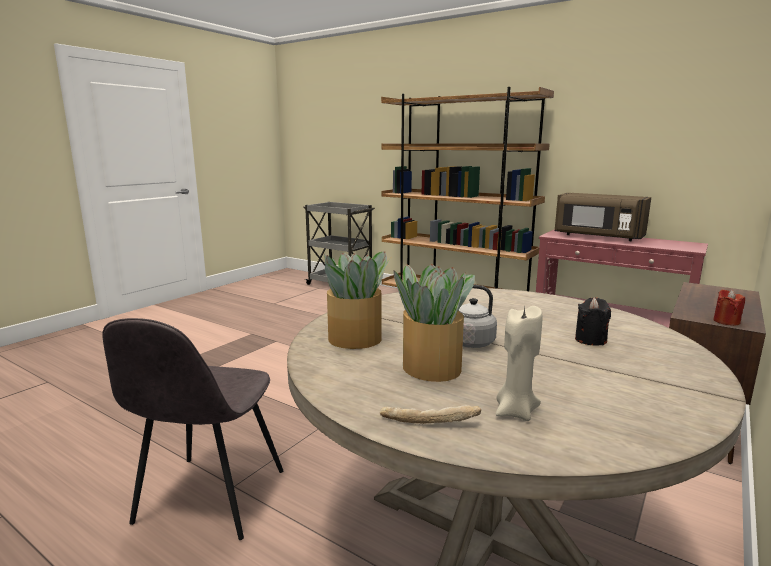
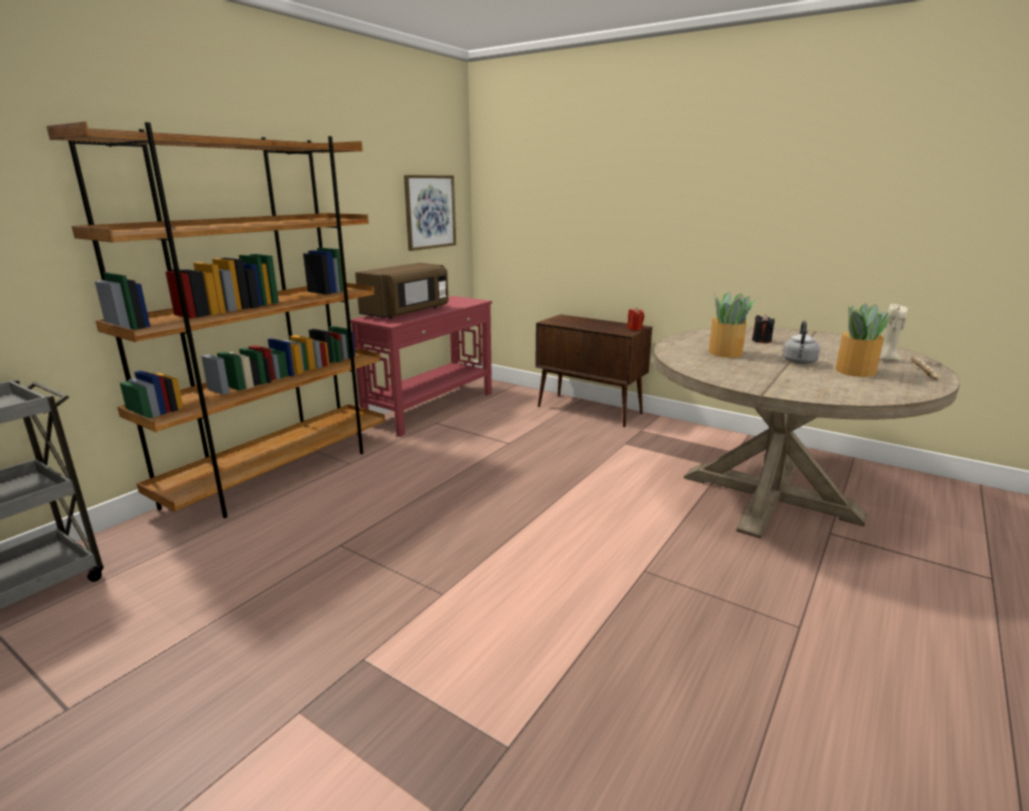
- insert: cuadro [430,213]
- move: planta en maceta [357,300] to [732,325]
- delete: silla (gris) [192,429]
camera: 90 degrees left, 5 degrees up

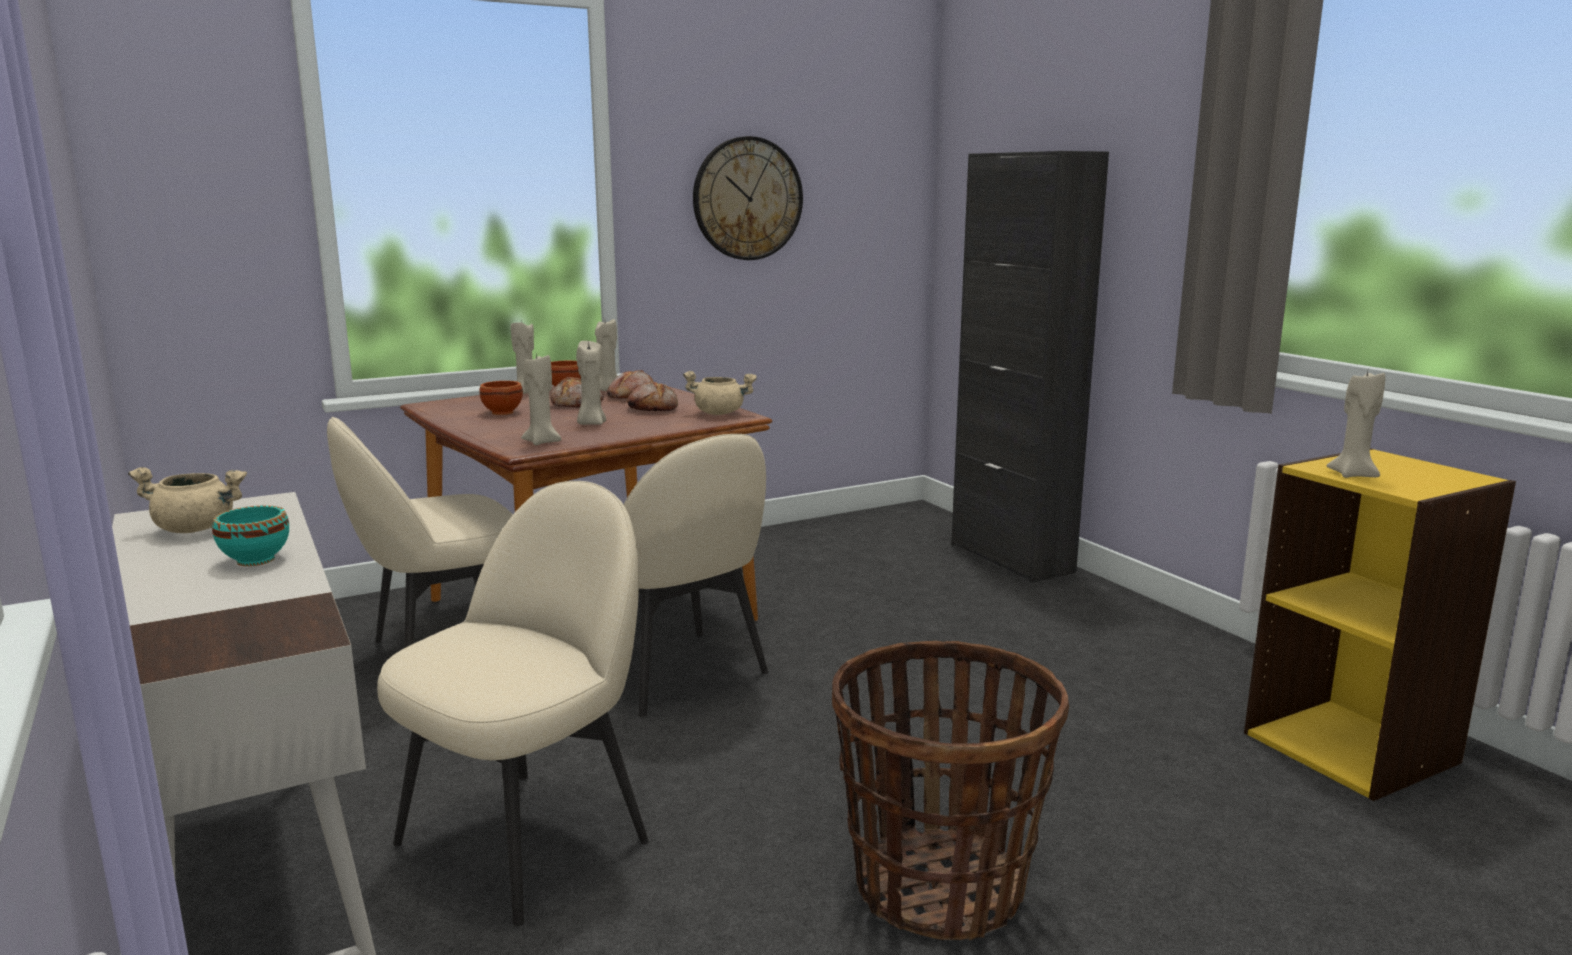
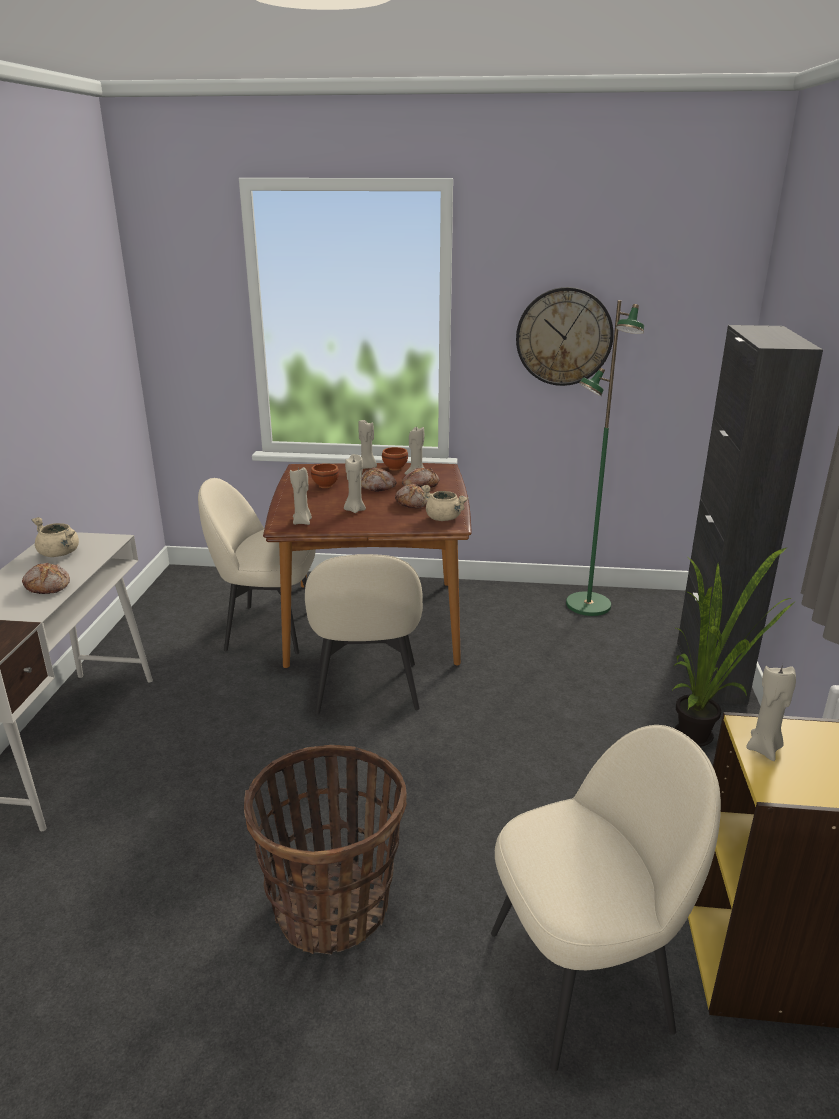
- replace: cuenco (turquesa) [250,536] to pan [46,578]
- move: silla (beis) [513,703] to [606,898]
- insert: lámpara de pie (verde) [605,458]
- insert: planta en maceta [733,647]
camera: 35 degrees right, 10 degrees up

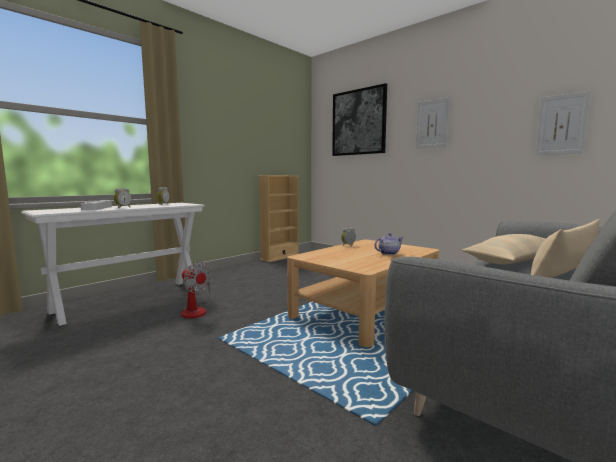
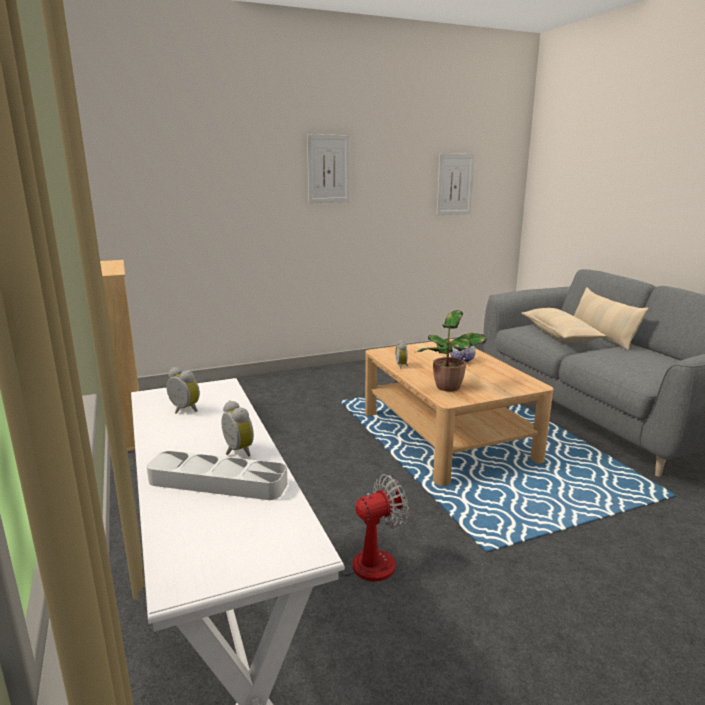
- insert: planta en maceta [451,350]
- delete: cuadro [359,119]
camera: 65 degrees left, 10 degrees up

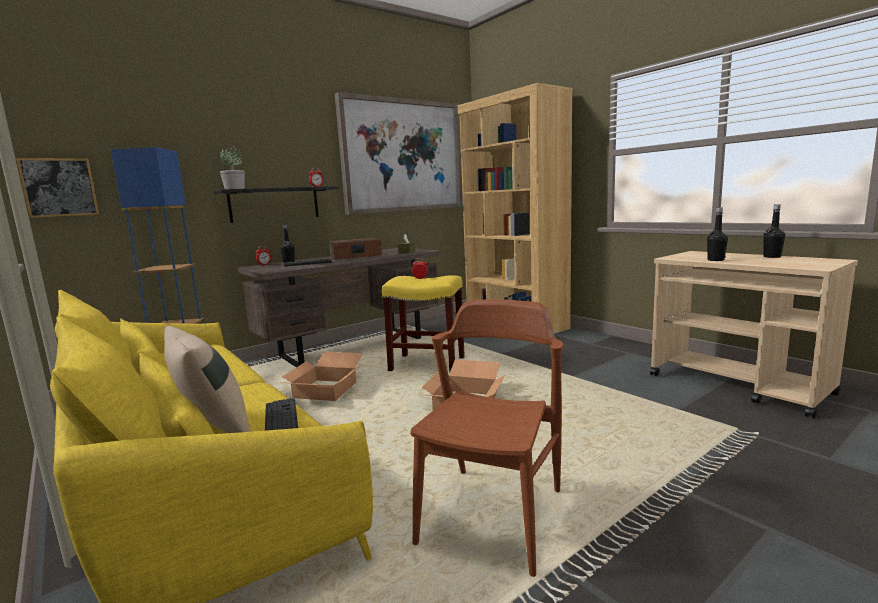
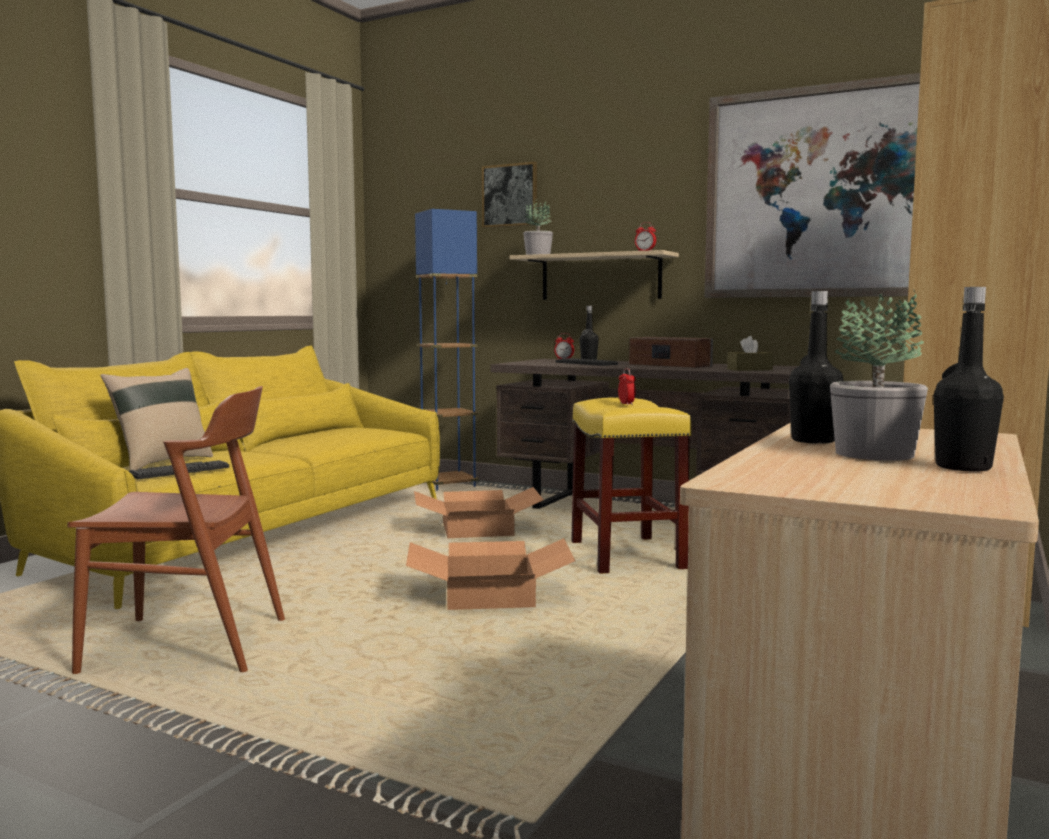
- move: cuadro [57,188] to [509,195]
- recolor: estante (negro) [275,204] to estante (beis) [594,275]
- insert: planta en maceta [879,375]
camera: 65 degrees right, 5 degrees down

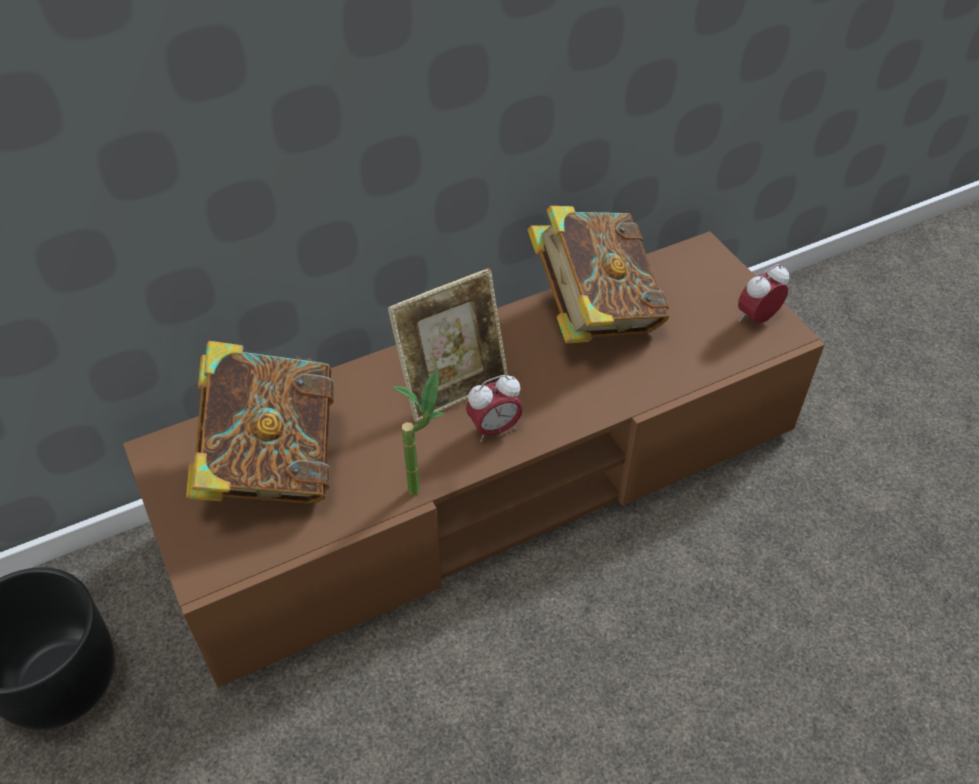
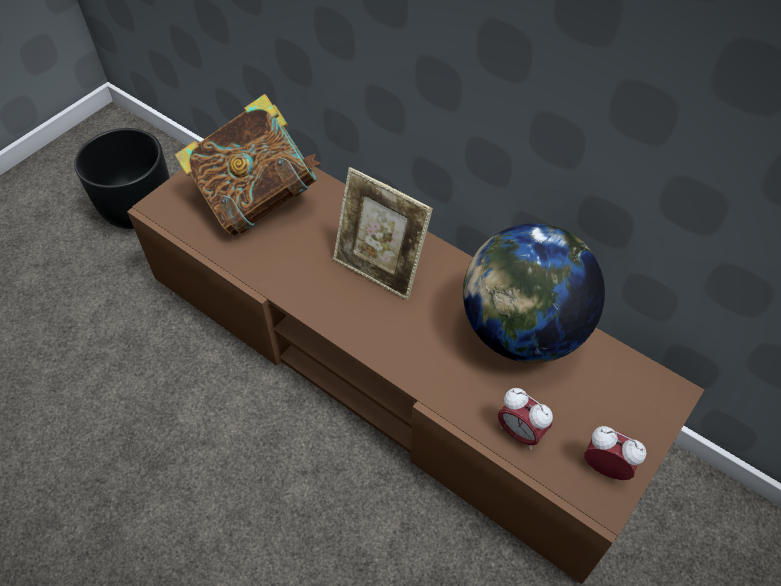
- replace: libro [598,274] to globo terráqueo [534,293]
- move: despertador [494,408] to [525,419]
- delete: planta en maceta [418,432]
camera: 65 degrees right, 5 degrees up

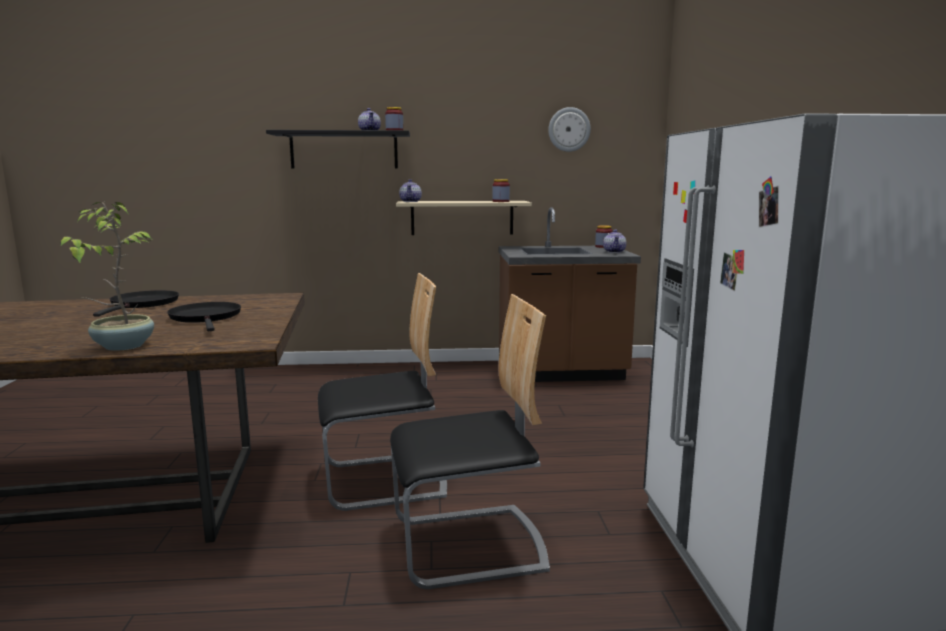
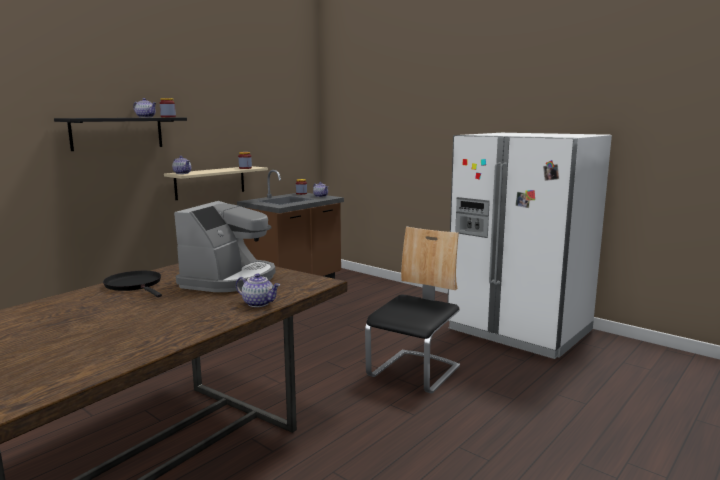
- replace: sartén (negro) [204,316] to cafetera [224,246]
- replace: planta en maceta [107,276] to tetera [258,290]
- delete: silla [382,392]
- delete: reloj de pared [569,129]
camera: 45 degrees left, 0 degrees up

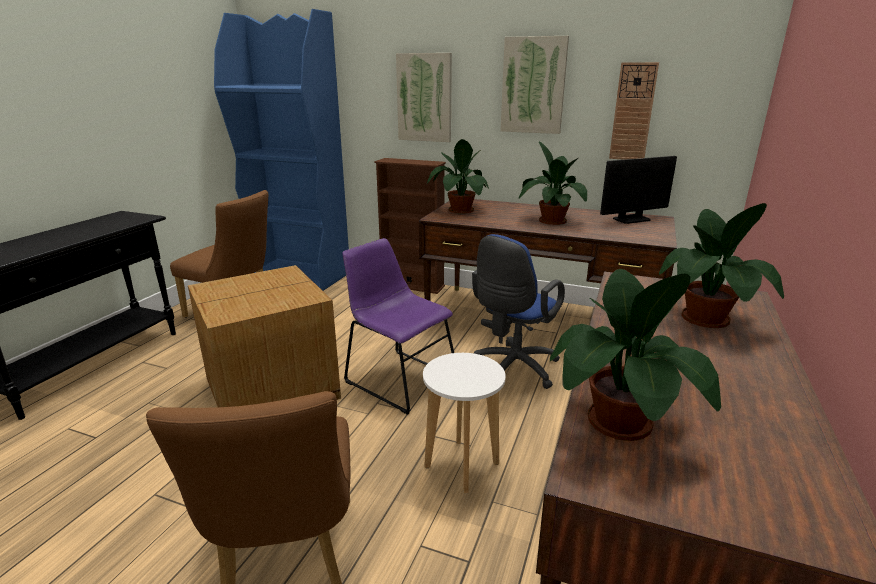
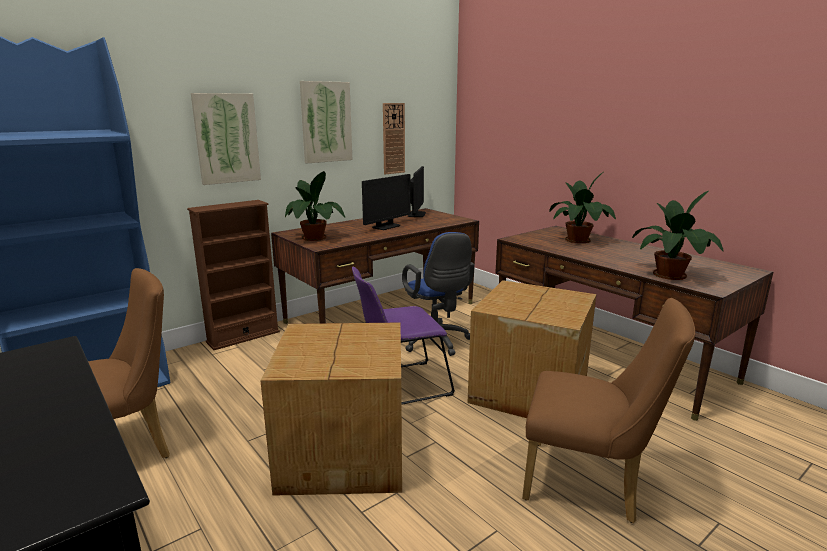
- replace: planta en maceta [553,183] to monitor [386,202]
- replace: taburete (blanco) [464,423] to caja de cartón [532,349]
camera: 60 degrees left, 5 degrees down

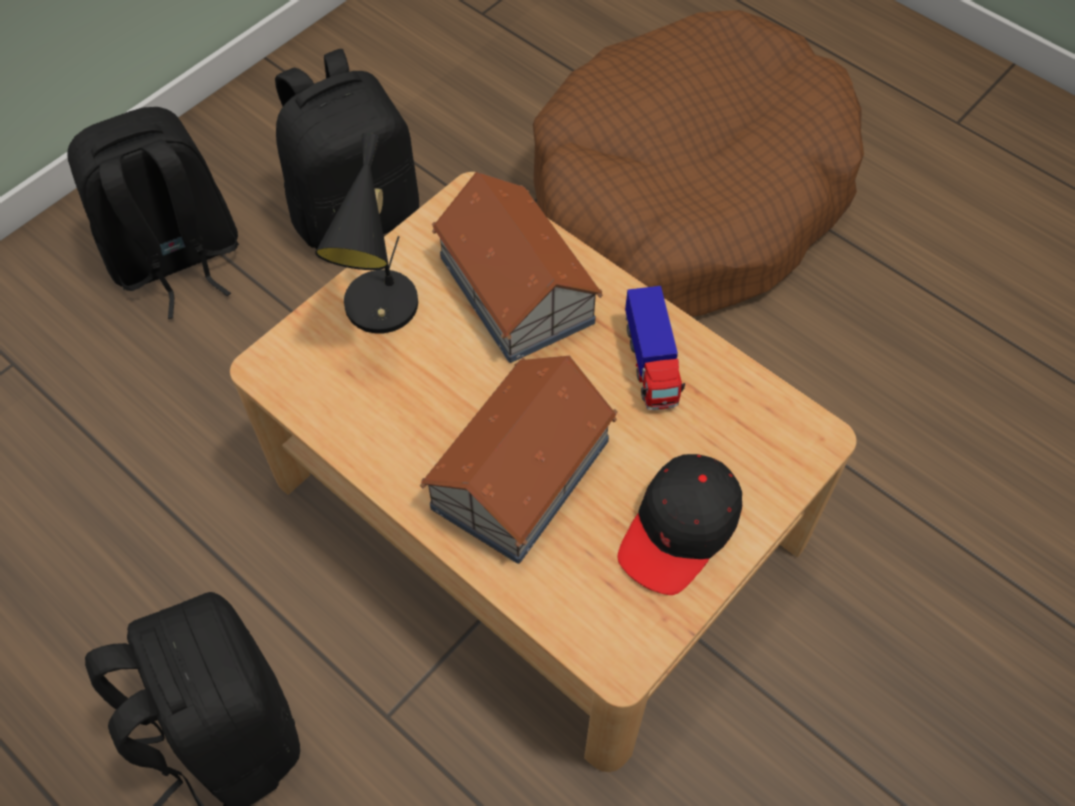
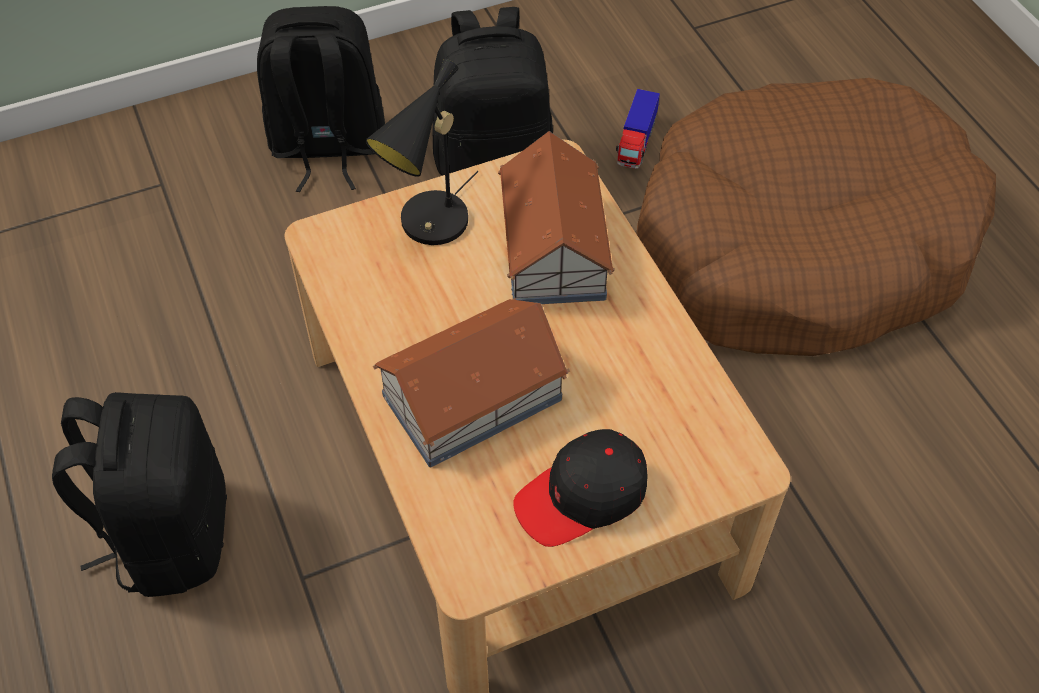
- move: camión de juguete [655,348] to [638,129]
camera: 25 degrees right, 5 degrees down

